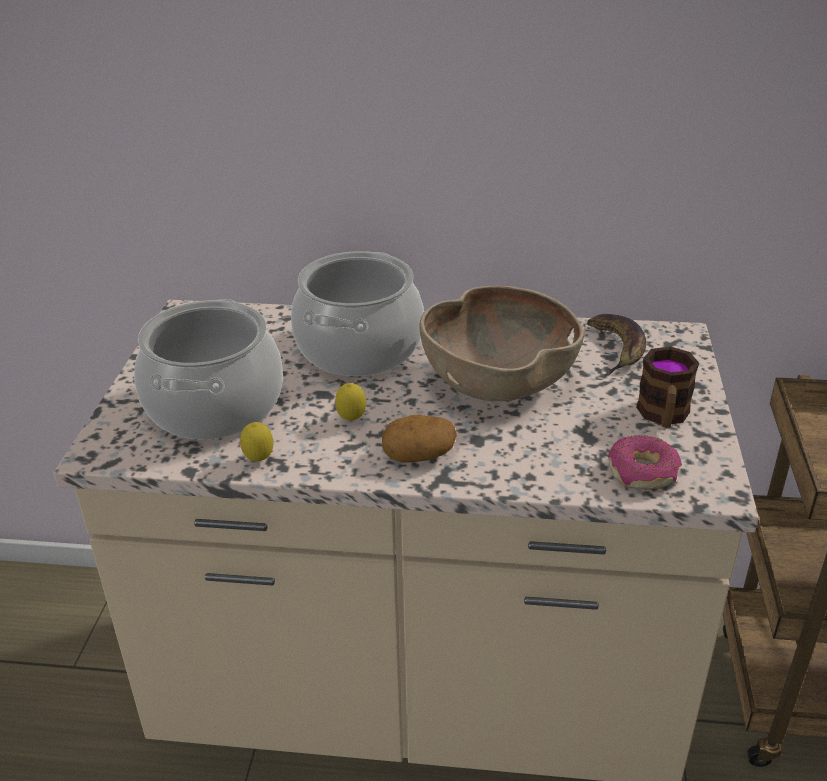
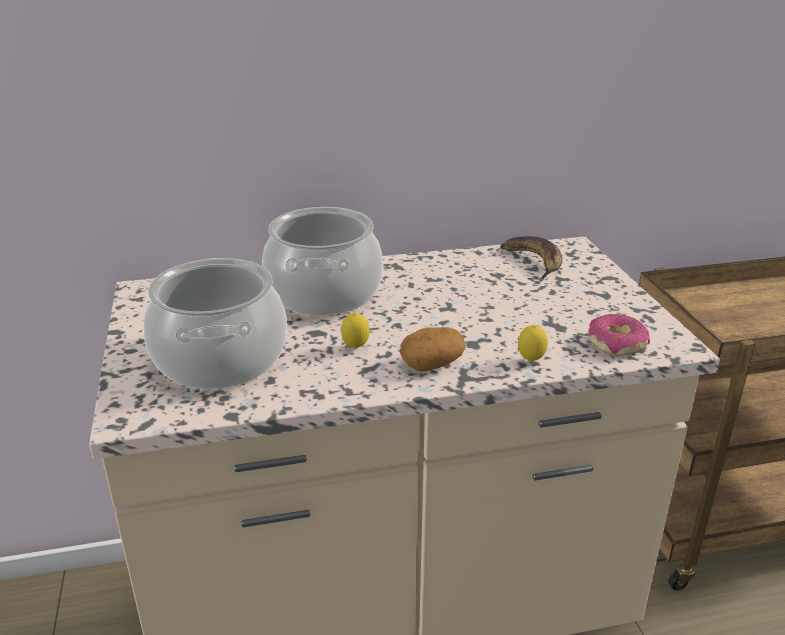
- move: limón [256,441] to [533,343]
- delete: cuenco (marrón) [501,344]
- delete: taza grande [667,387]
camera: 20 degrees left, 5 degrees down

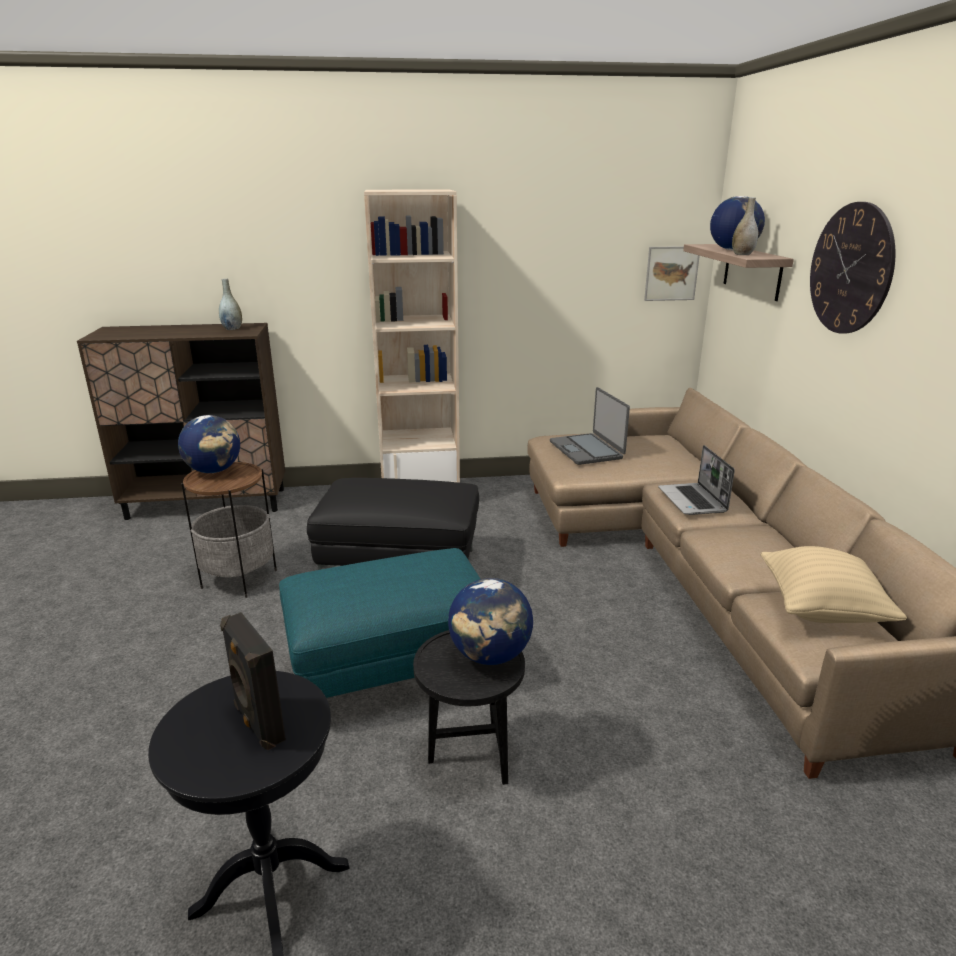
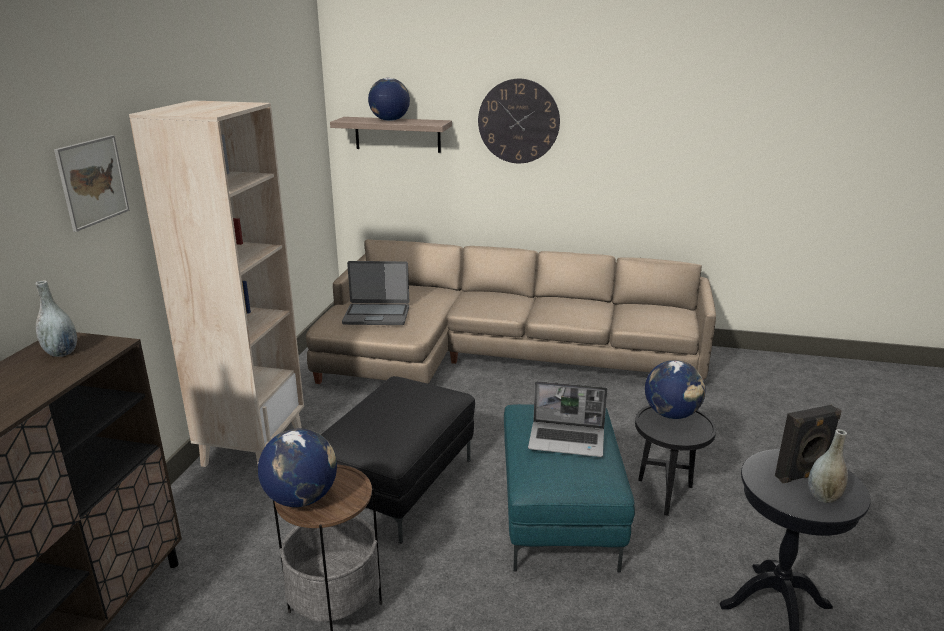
- move: cuadro [672,273] to [91,183]
- move: portátil [696,480] to [568,419]
- move: florero (gris) [745,226] to [828,466]
- delete: cojín (beis) [833,584]
camera: 70 degrees left, 0 degrees up

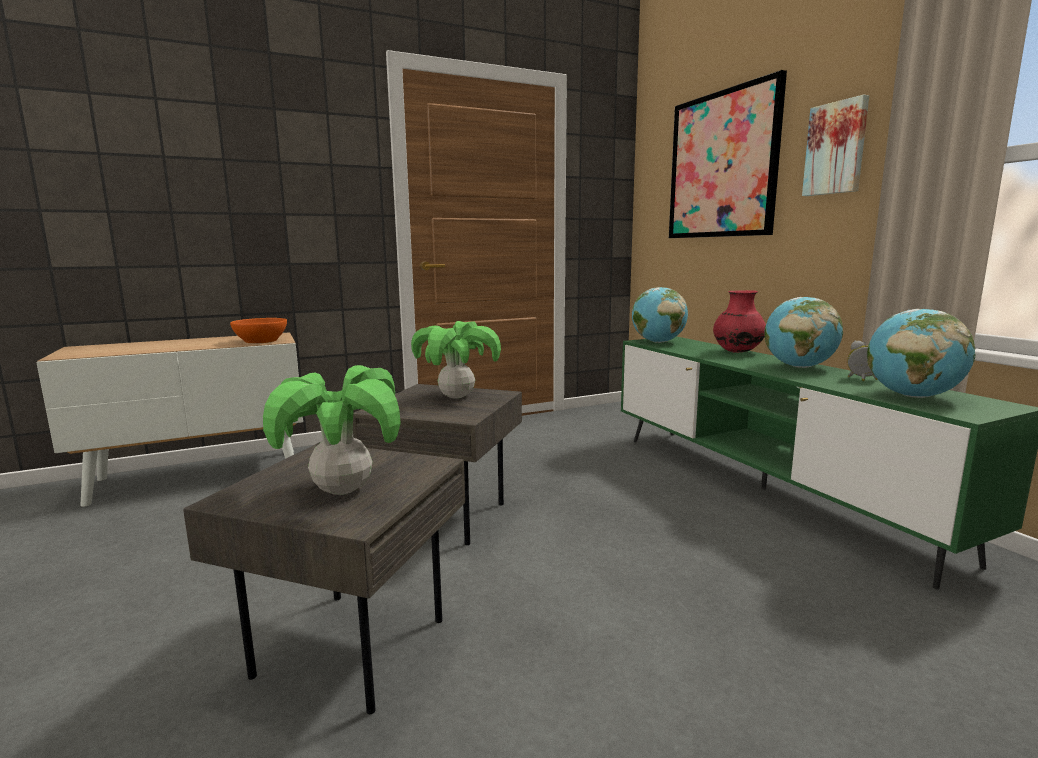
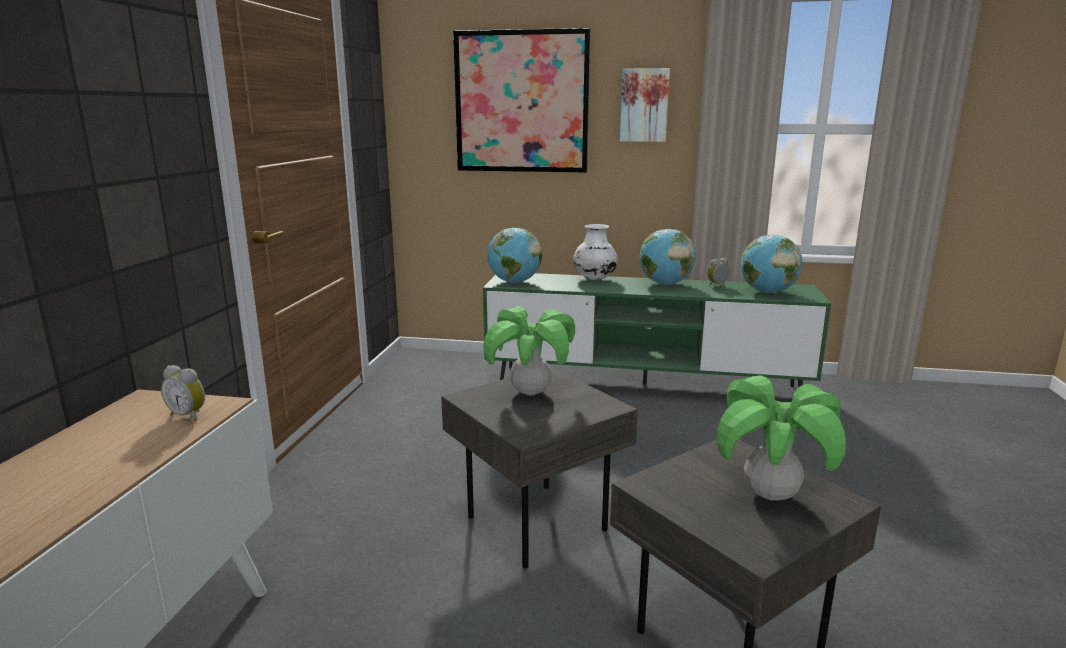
- replace: cuenco (naranja) [258,331] to despertador [183,393]
- recolor: florero (rojo) [739,321] to florero (blanco) [595,252]
camera: 55 degrees left, 5 degrees up

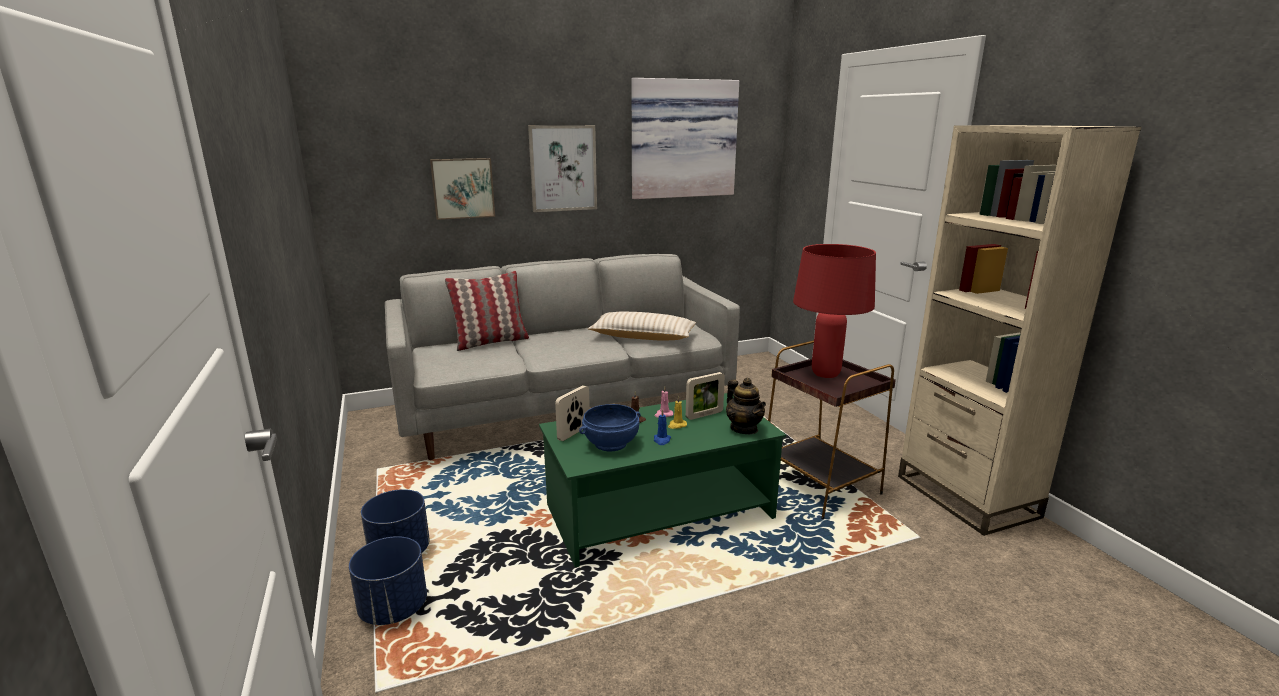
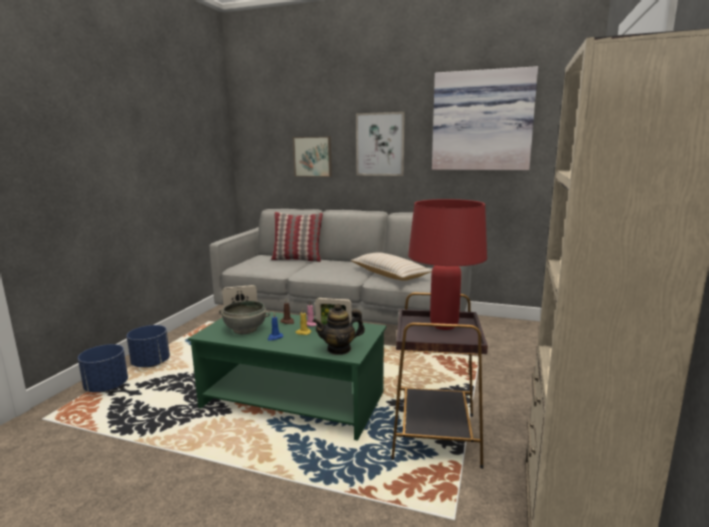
- recolor: cuenco (azul) [610,427] to cuenco (gris) [244,317]
- rotate: tetera [746,406] = [338,329] 60 degrees clockwise
camera: 40 degrees right, 5 degrees down

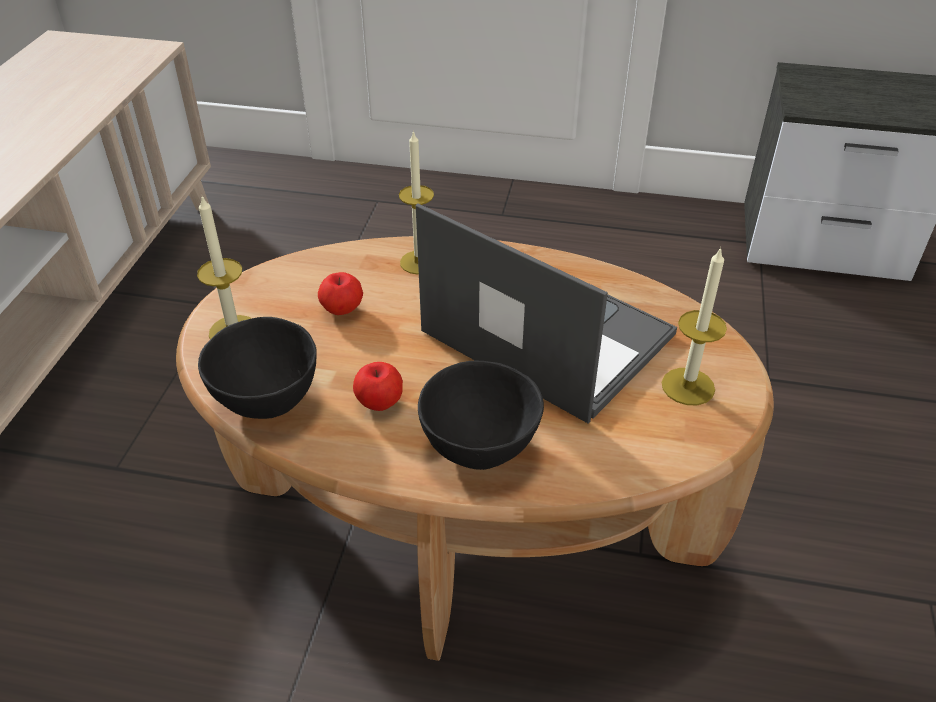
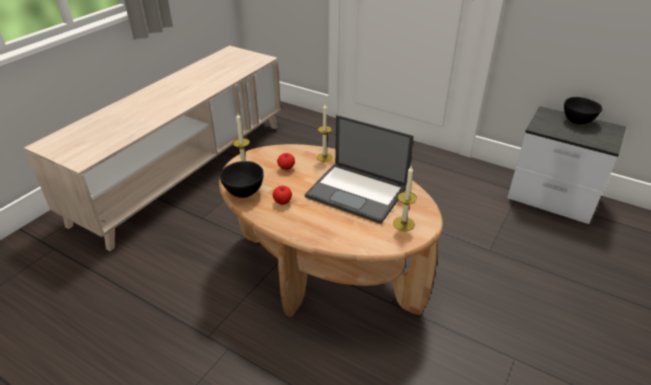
- rotate: portátil [546,313] = [359,169] 150 degrees clockwise
- move: cuenco (negro) [481,415] to [583,110]
camera: 20 degrees right, 5 degrees down

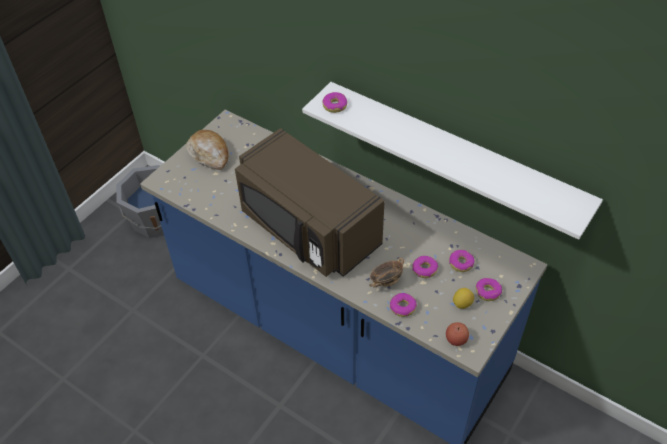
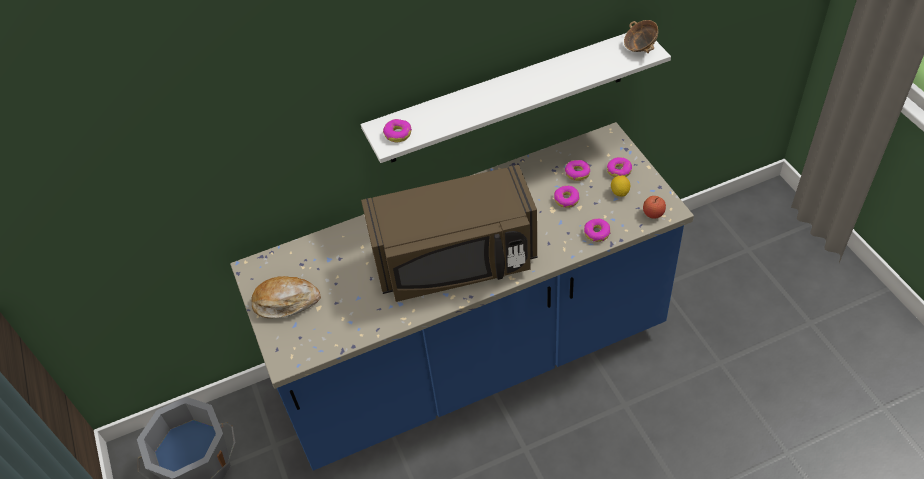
- move: cuenco [386,272] to [641,36]
camera: 55 degrees left, 0 degrees up

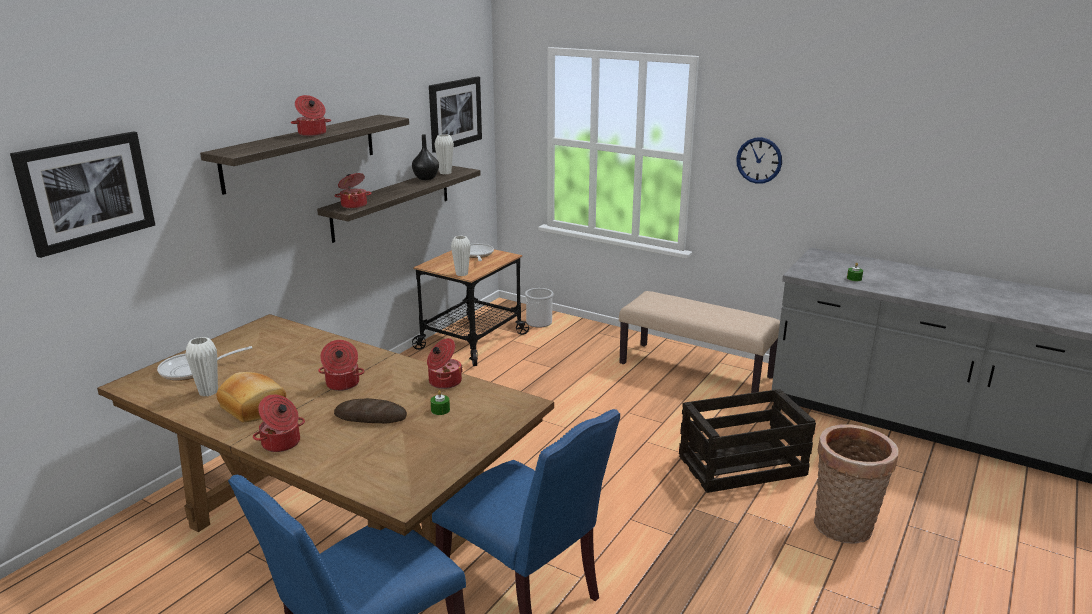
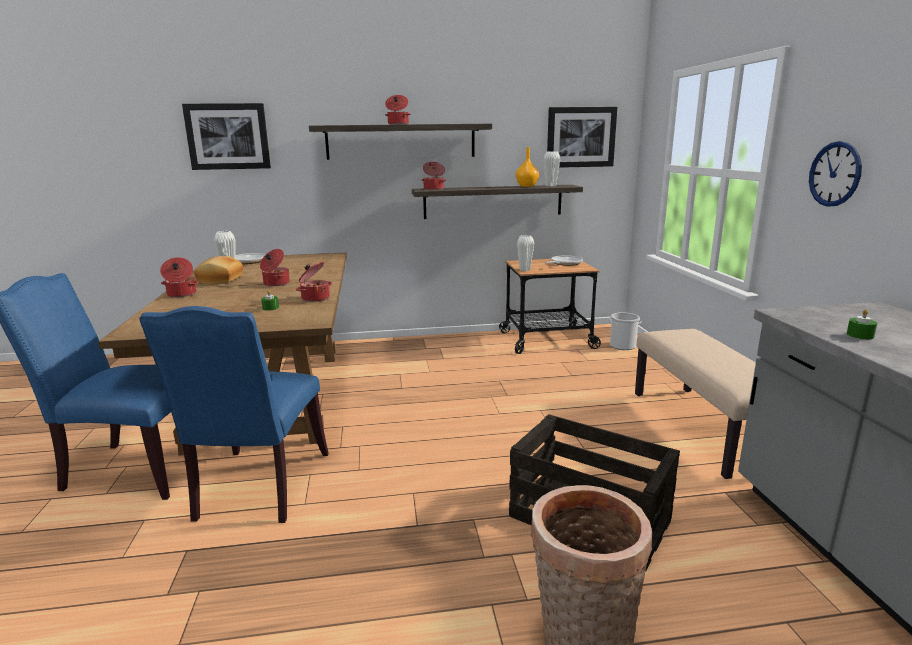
- recolor: florero (negro) [425,157] to florero (naranja) [527,167]
- delete: pan [370,410]
camera: 50 degrees right, 5 degrees down

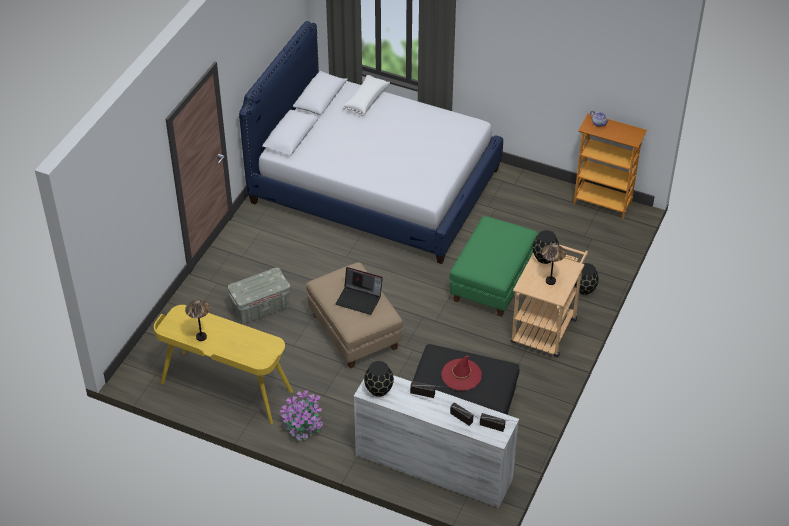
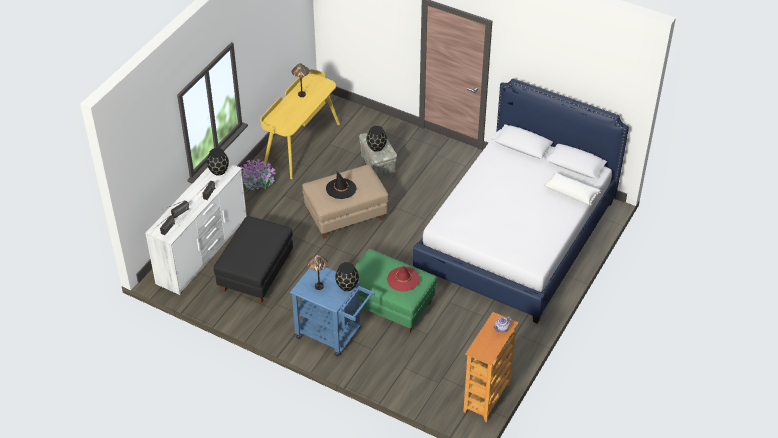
- recolor: carrito (beis) [549,301] to carrito (azul) [332,312]
- replace: portátil [359,291] to sombrero (negro) [341,184]
- move: florero (negro) [586,279] to [376,139]
- move: sombrero (rojo) [462,373] to [403,279]
camera: 95 degrees right, 0 degrees up

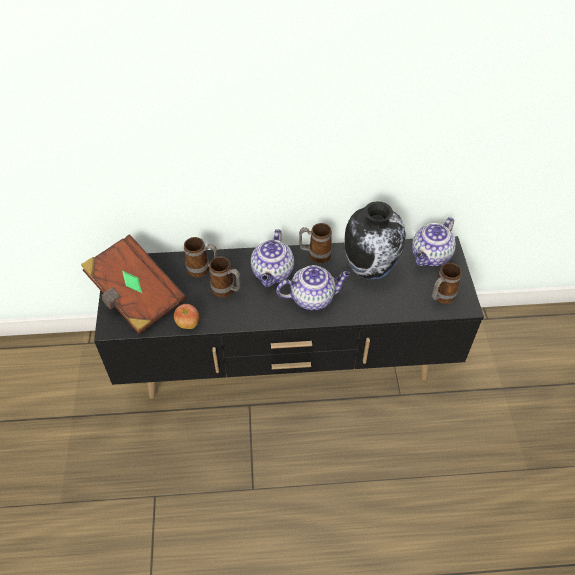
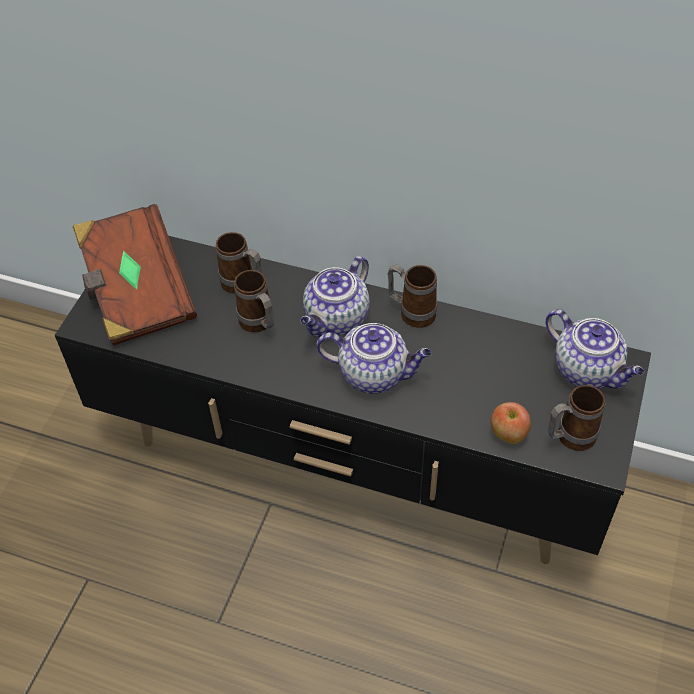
- move: manzana [186,316] to [511,423]
- rotate: tetera [434,241] = [595,349] 105 degrees counterclockwise
- delete: florero [375,240]
camera: 25 degrees right, 0 degrees up

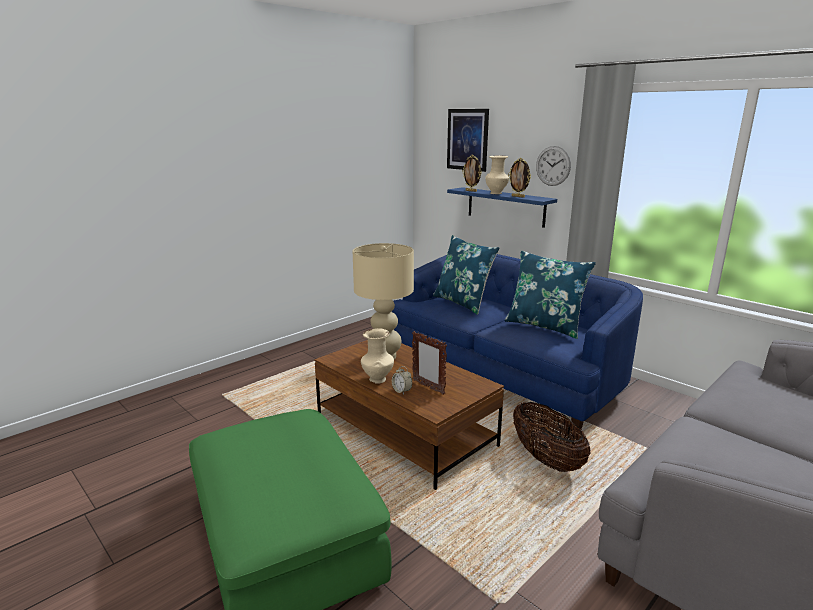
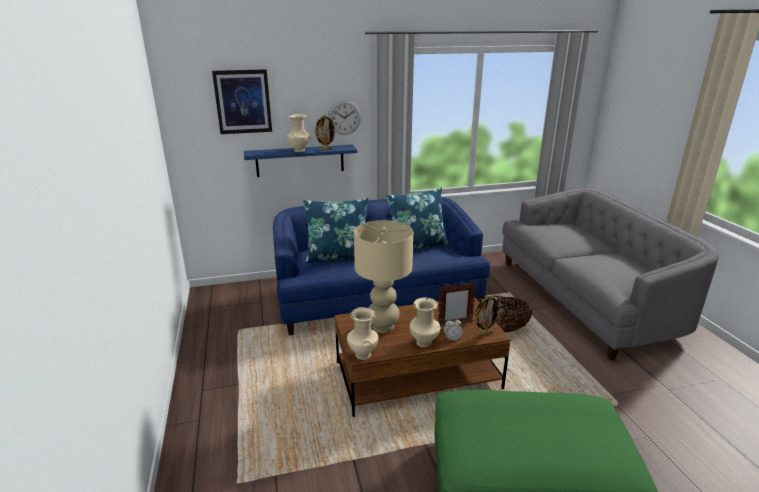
- insert: florero (beis) [362,333]
- move: portarretratos [472,173] to [487,315]
camera: 60 degrees left, 5 degrees up

